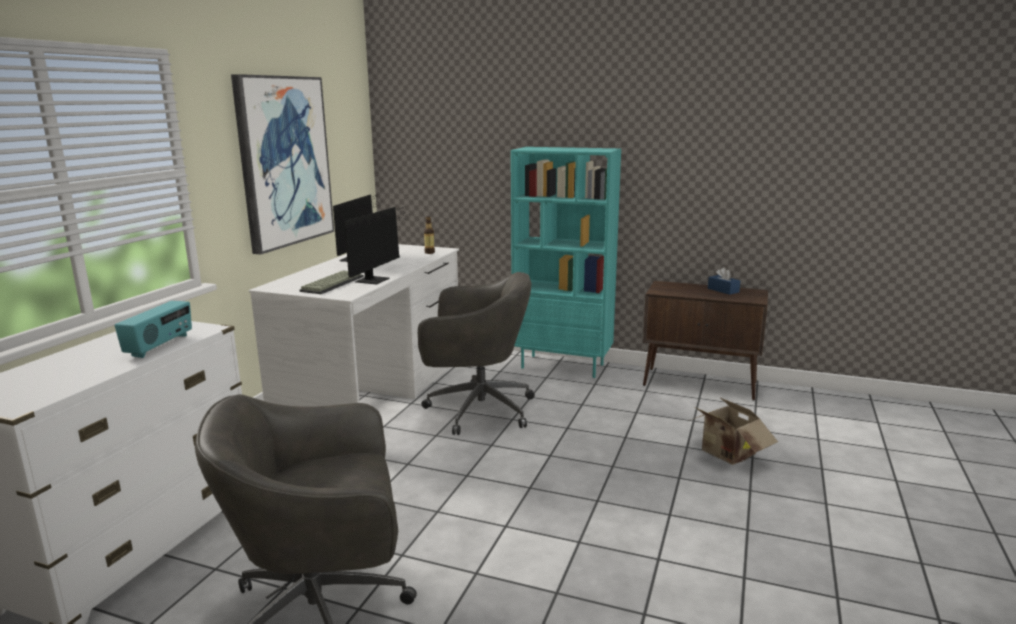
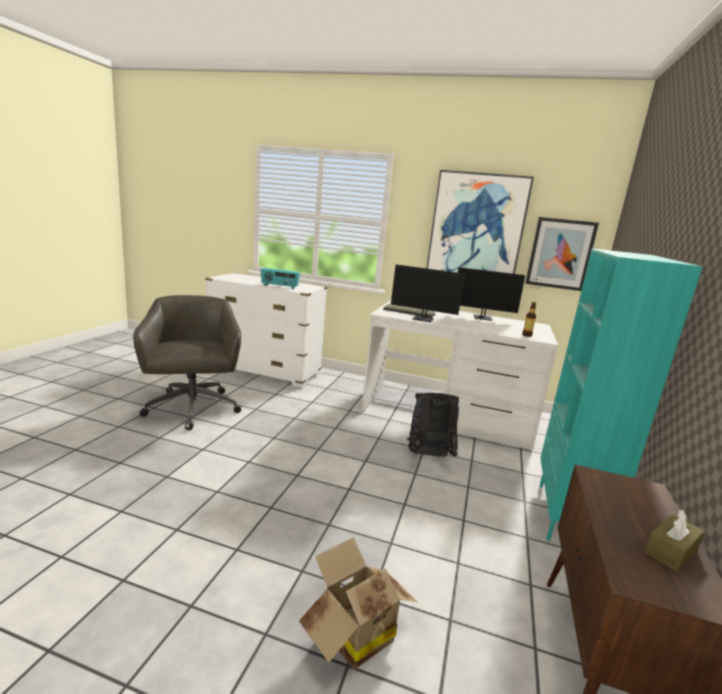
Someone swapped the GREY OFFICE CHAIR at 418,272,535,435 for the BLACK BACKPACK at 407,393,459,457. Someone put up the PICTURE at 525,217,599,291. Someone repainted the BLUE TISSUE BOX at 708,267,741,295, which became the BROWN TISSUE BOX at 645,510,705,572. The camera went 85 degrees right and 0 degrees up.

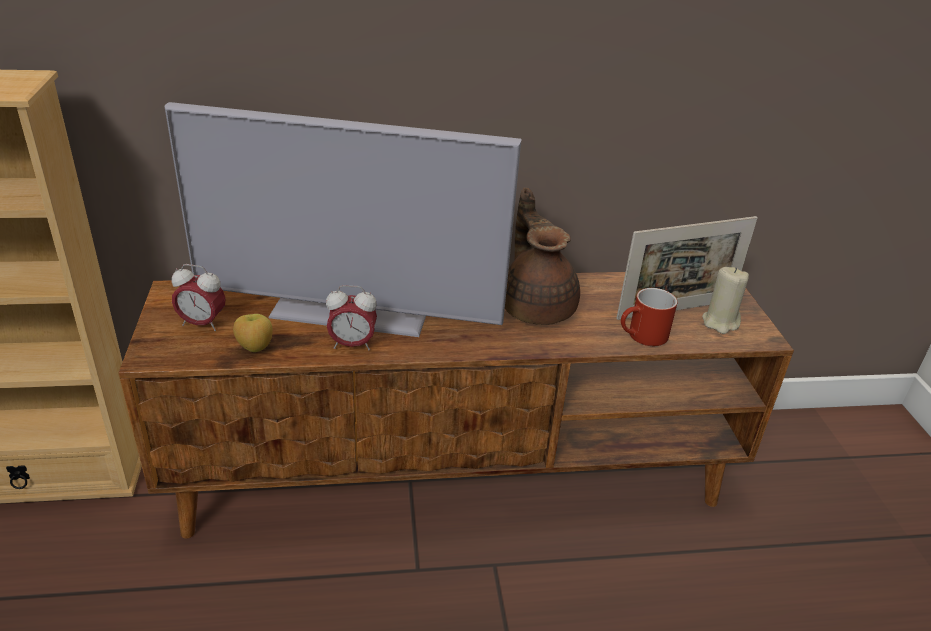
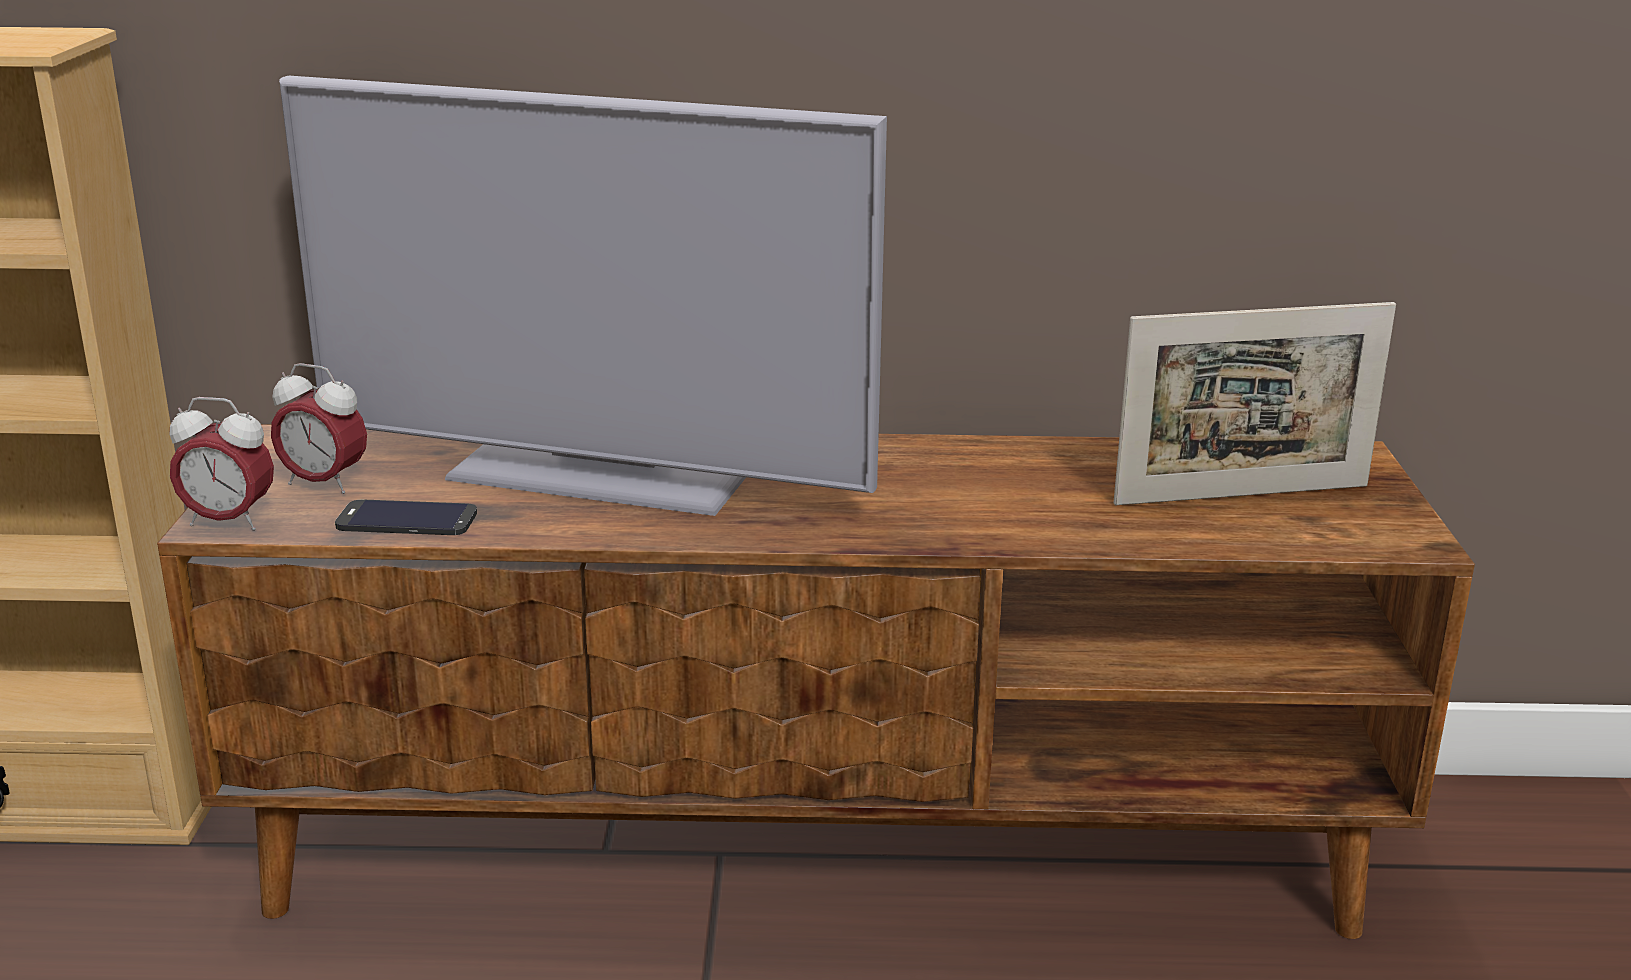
Someone carried the ALARM CLOCK from 326,285,377,351 to 169,397,274,531. Someone swapped the APPLE at 233,314,273,352 for the PHONE at 335,500,477,535. Someone took away the BROWN TEAPOT at 505,188,580,325. Someone took away the RED MUG at 621,288,677,346. Someone took away the BEIGE CANDLE at 702,267,749,334. The camera went 10 degrees right and 10 degrees down.

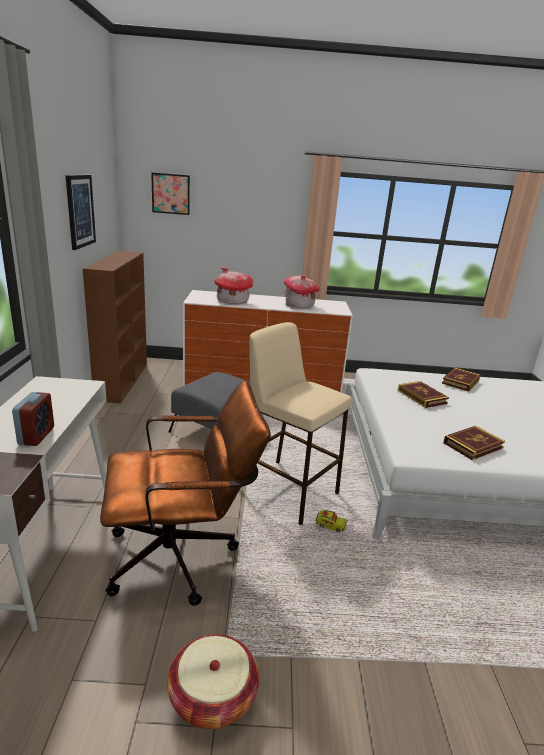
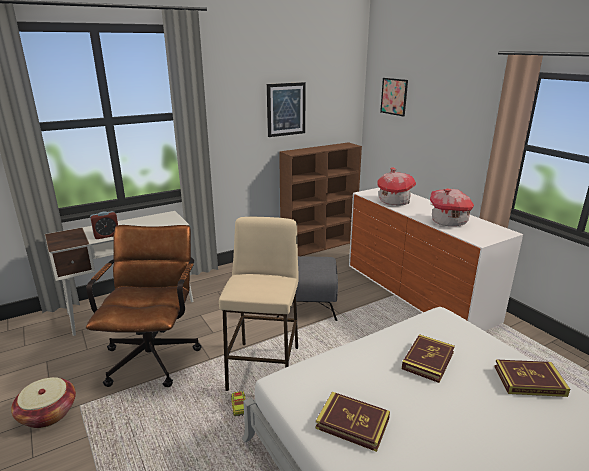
Someone rotated the BROWN OFFICE CHAIR at 100,380,271,606 by 135 degrees counterclockwise. The camera went 60 degrees right and 0 degrees up.

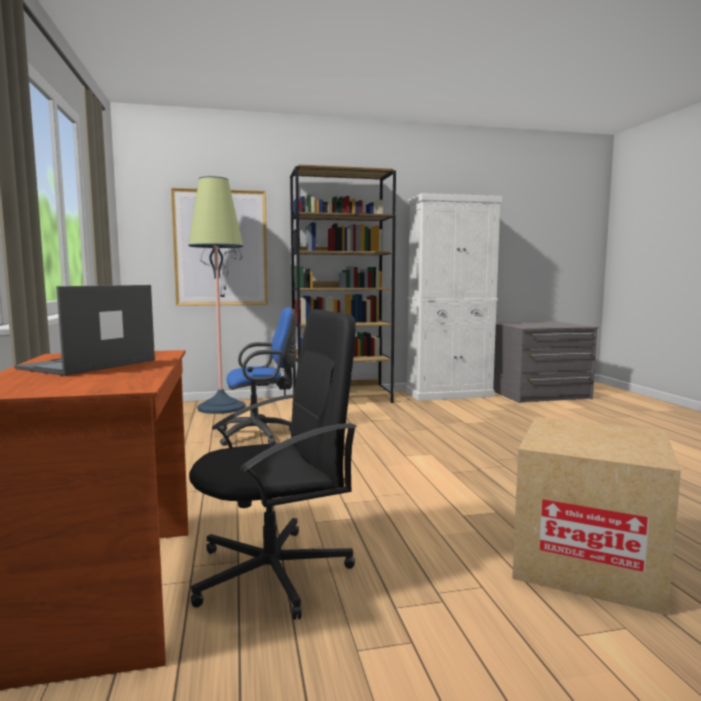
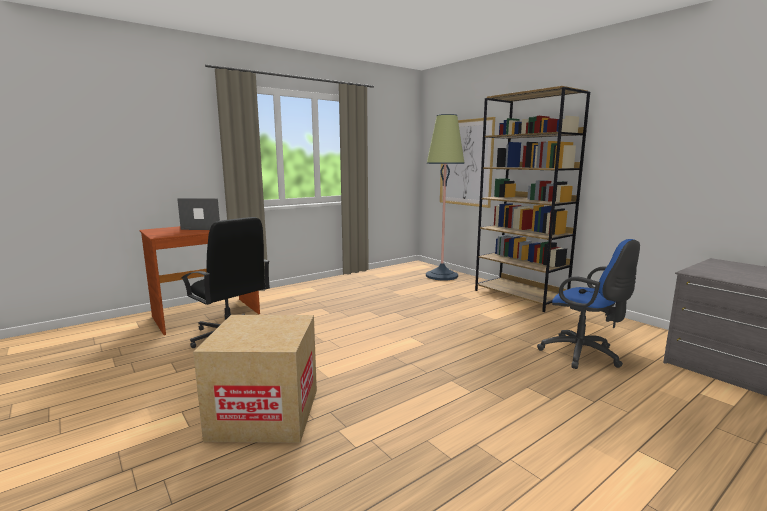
Someone carried the BLUE OFFICE CHAIR from 219,307,296,446 to 537,239,640,369. Someone took away the WHITE CABINET at 406,193,502,401. The camera went 65 degrees right and 5 degrees up.

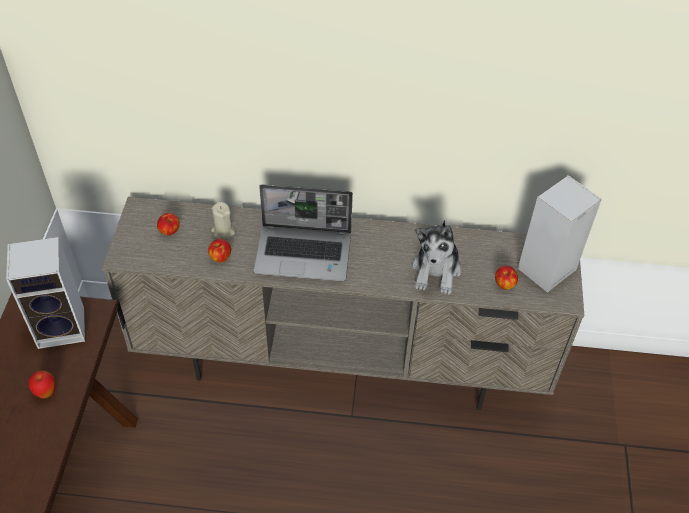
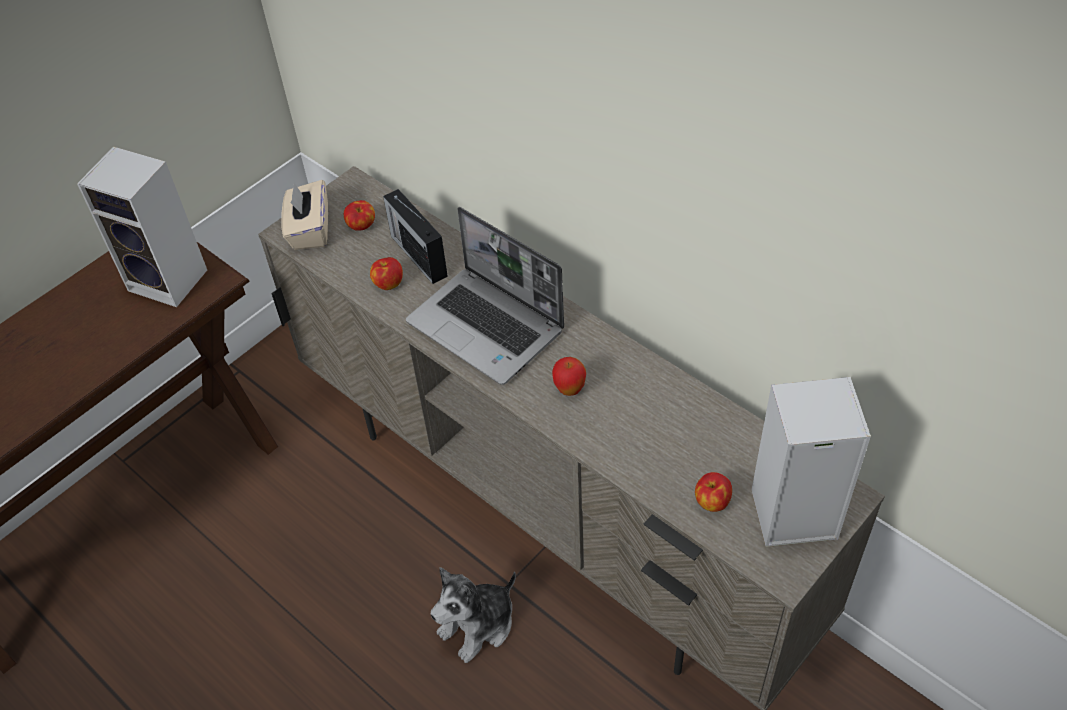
Someone put down the BEIGE TISSUE BOX at 281,180,328,250. Someone swapped the BEIGE CANDLE at 211,202,235,240 for the RADIO at 383,189,448,284. Someone carried the PLUSH TOY from 412,220,461,294 to 431,567,516,663. Someone carried the APPLE from 28,371,56,399 to 552,357,586,396. The camera went 40 degrees right and 0 degrees up.

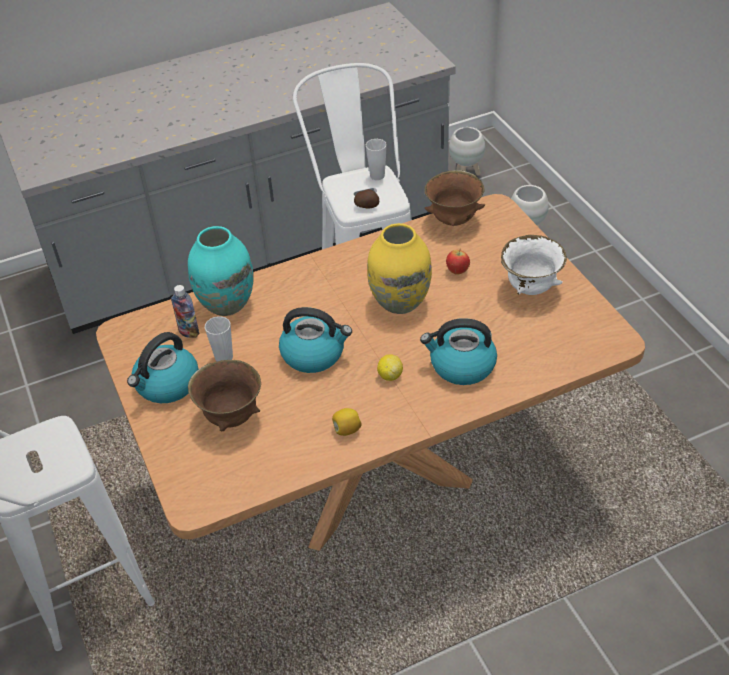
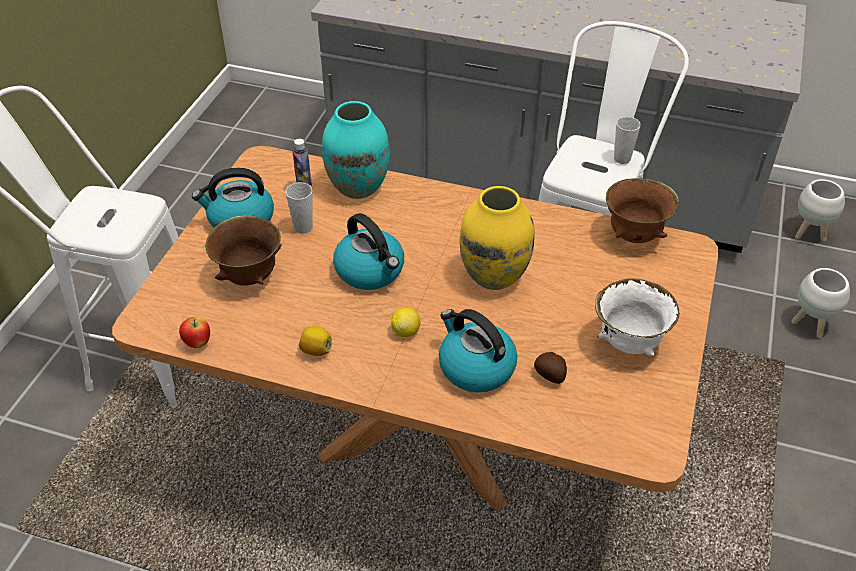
Someone carried the APPLE from 446,249,470,275 to 179,317,210,348. Someone carried the POTATO from 354,189,379,209 to 534,352,567,384. The camera went 40 degrees right and 0 degrees up.

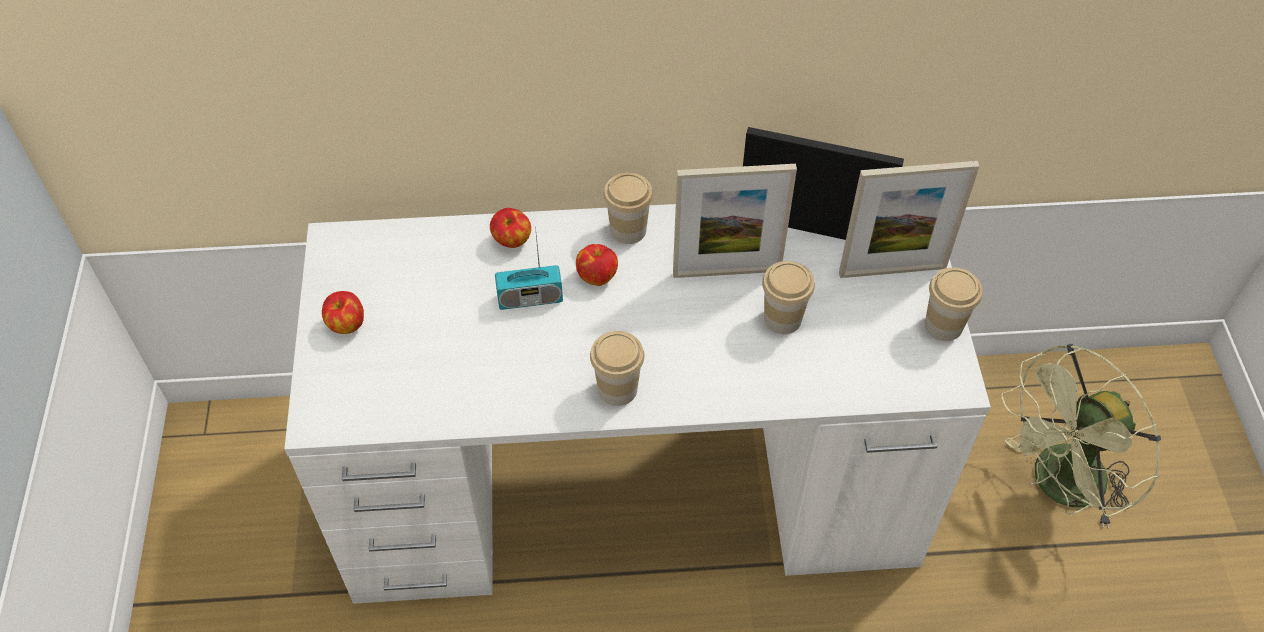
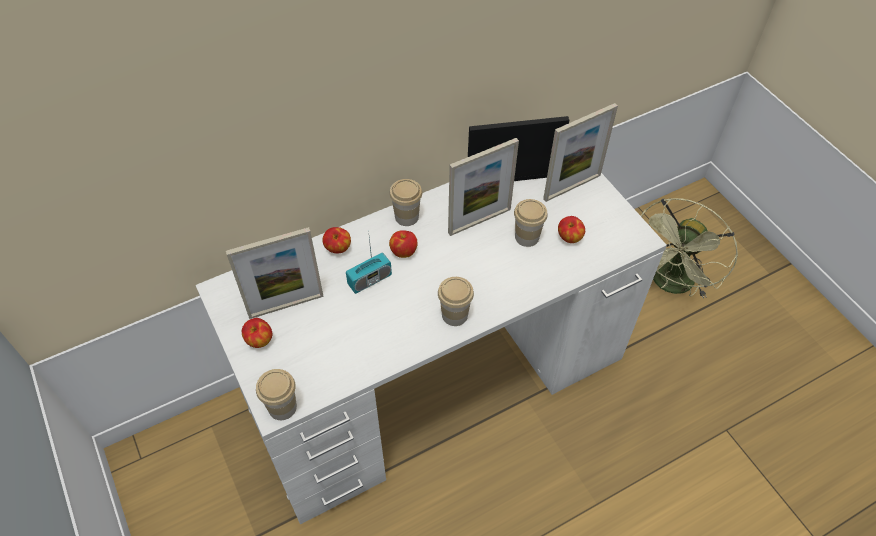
Someone put down the PICTURE FRAME at 226,227,324,319. Someone carried the CUP from 925,267,982,341 to 256,369,297,420. Someone put down the APPLE at 558,216,585,243. The camera went 25 degrees left and 0 degrees up.

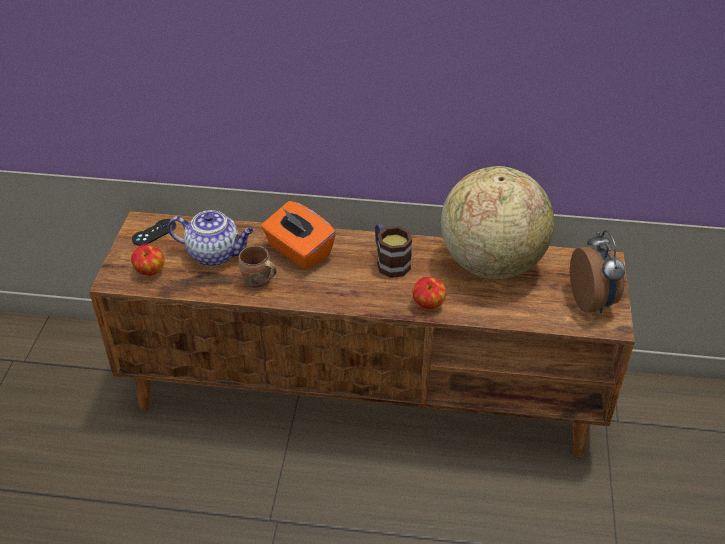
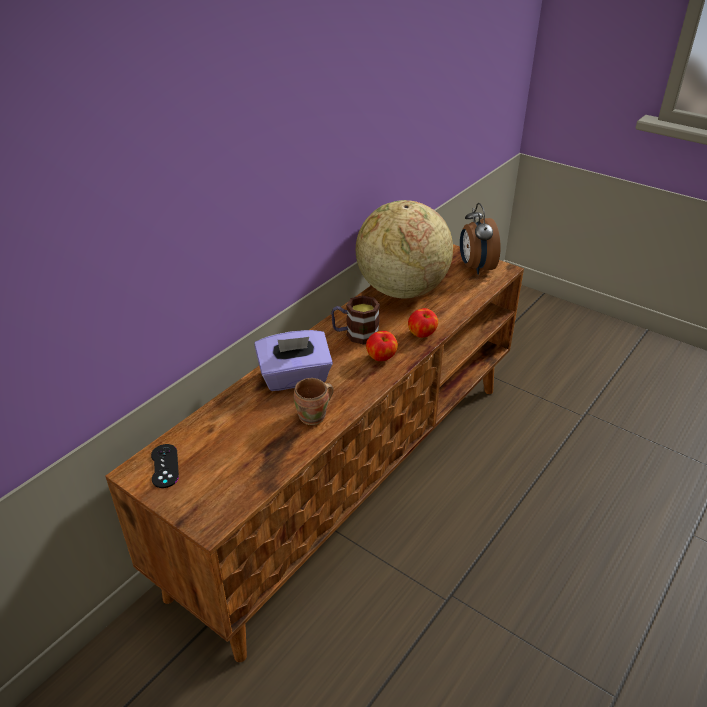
Someone repainted the ORANGE TISSUE BOX at 261,201,336,270, which became the PURPLE TISSUE BOX at 254,330,333,391. Someone carried the APPLE from 131,245,165,276 to 366,331,398,361. Someone rotated the ALARM CLOCK at 570,230,625,314 by 120 degrees counterclockwise. Someone took away the TEAPOT at 168,210,254,266. The camera went 60 degrees left and 5 degrees down.

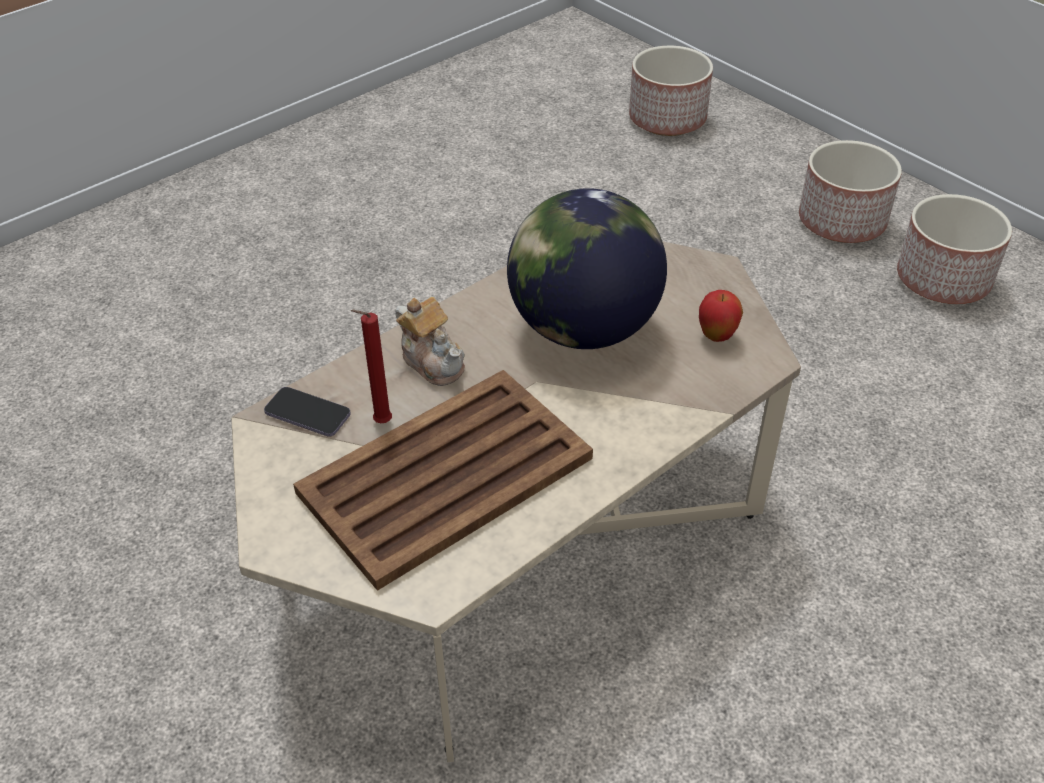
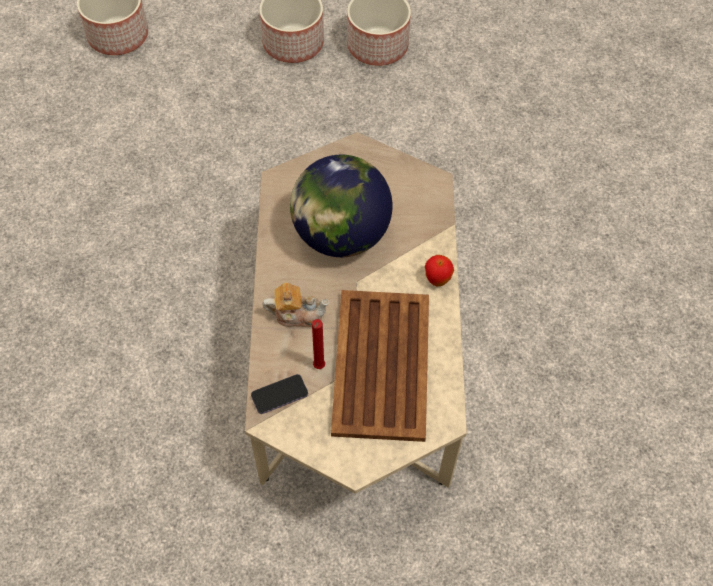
Someone carried the APPLE from 699,290,743,342 to 425,255,454,286. The camera went 50 degrees left and 15 degrees up.

